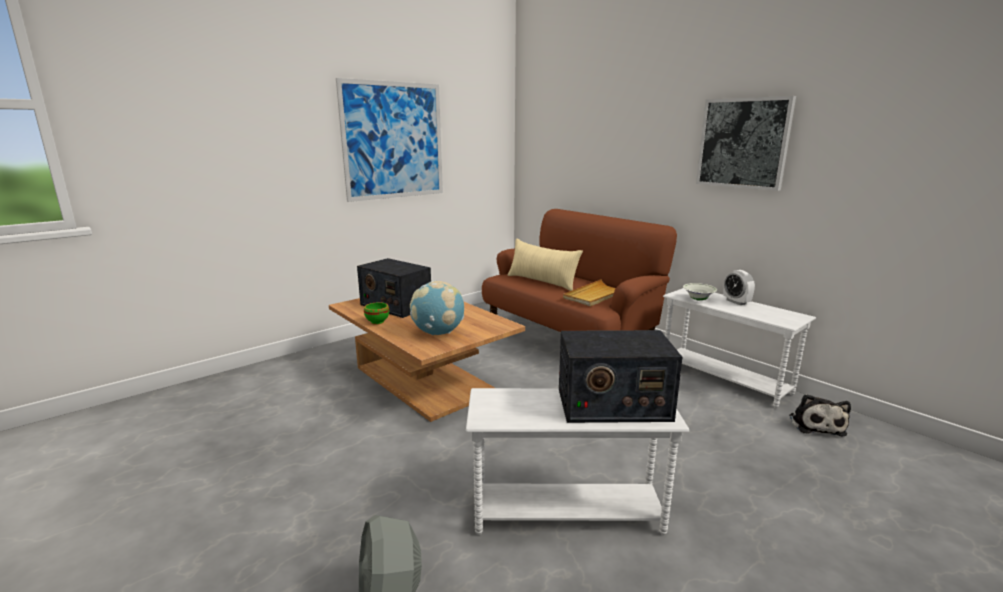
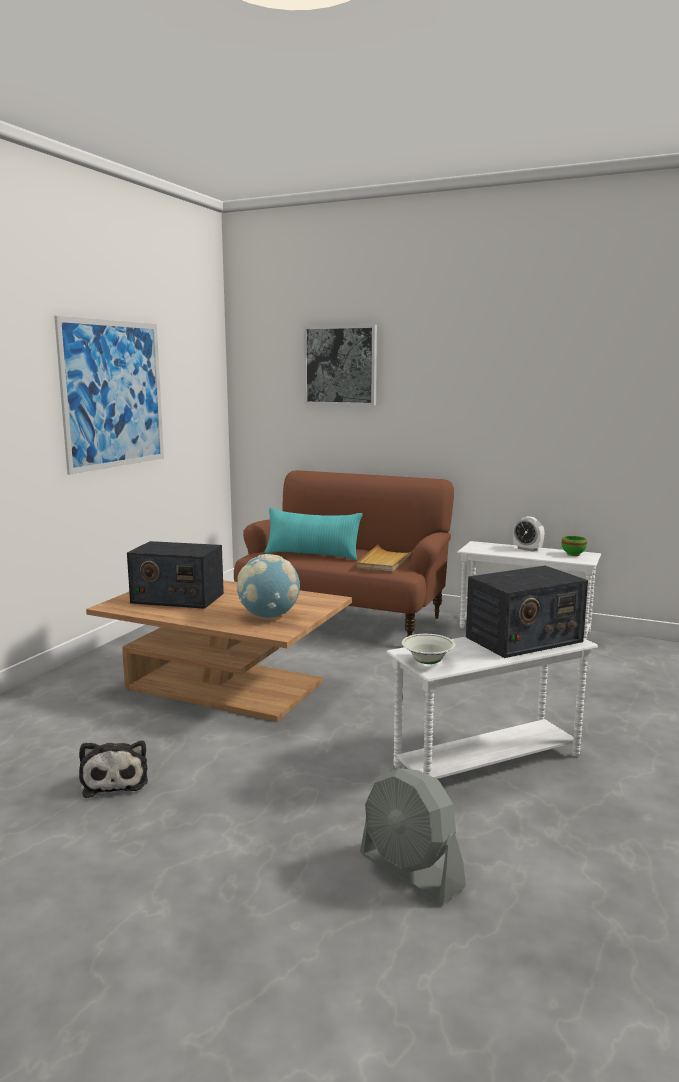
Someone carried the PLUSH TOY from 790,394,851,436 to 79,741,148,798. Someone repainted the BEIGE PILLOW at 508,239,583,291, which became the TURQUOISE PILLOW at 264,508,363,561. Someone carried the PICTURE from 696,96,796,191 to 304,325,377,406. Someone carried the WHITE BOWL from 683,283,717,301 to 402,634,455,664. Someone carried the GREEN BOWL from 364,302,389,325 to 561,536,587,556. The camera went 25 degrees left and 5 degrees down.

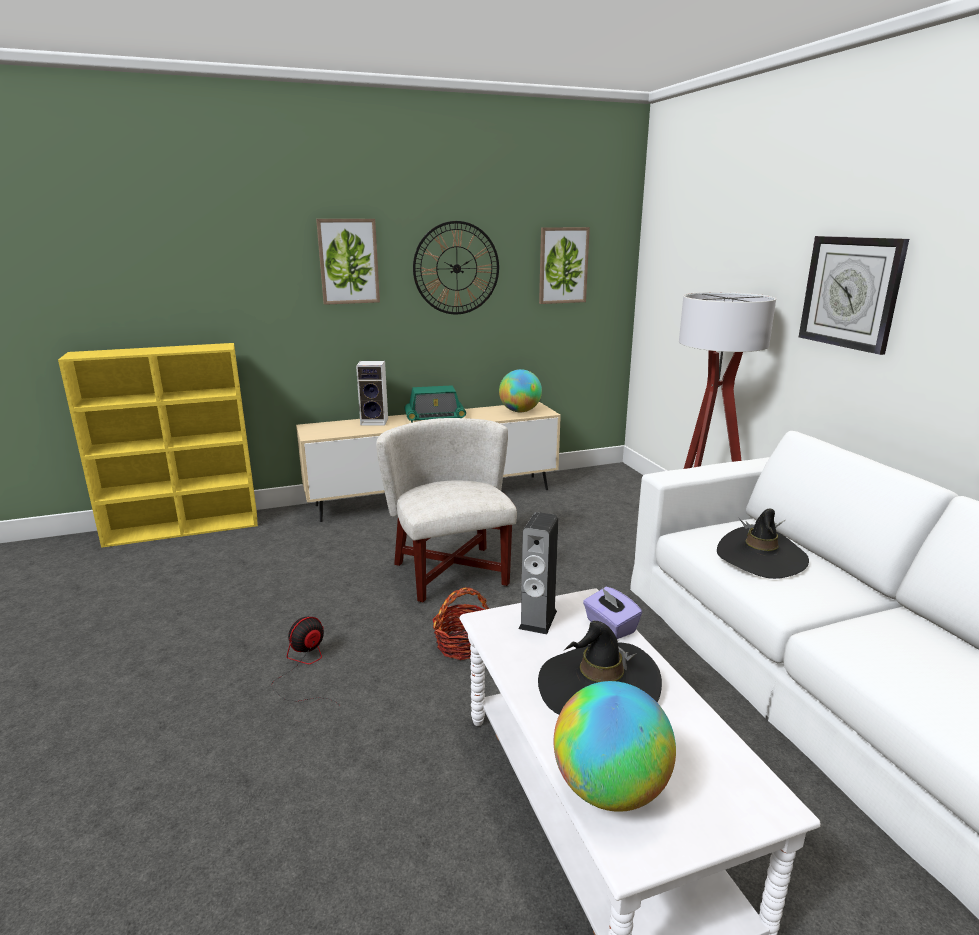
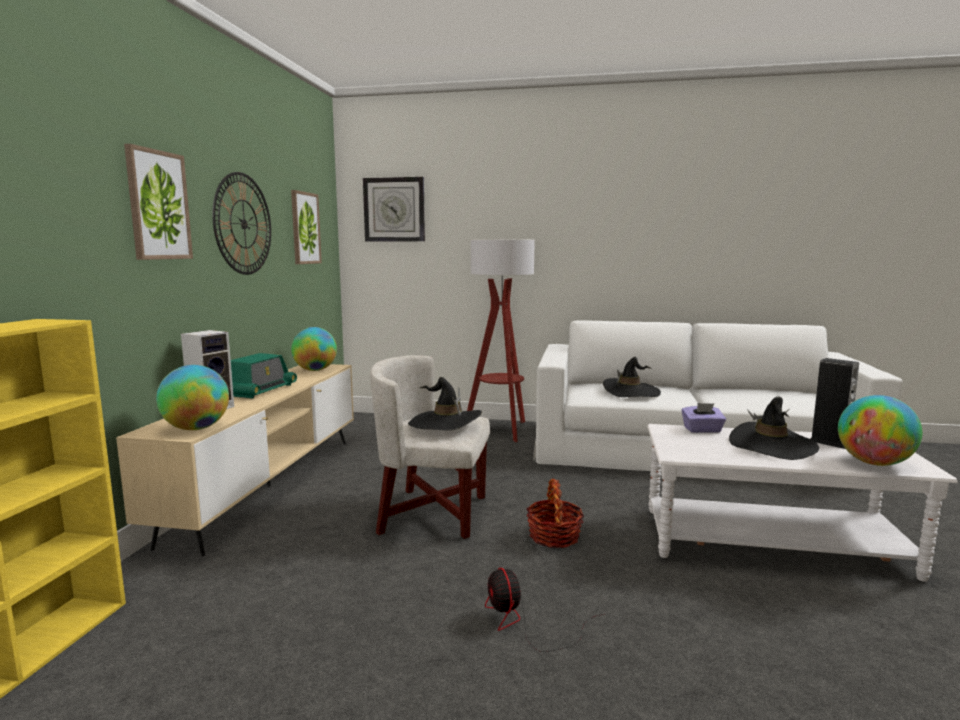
Someone put down the GLOBE at 156,365,229,430. Someone carried the WALL CLOCK from 799,236,909,355 to 363,177,425,242. Someone put down the BLACK HAT at 408,377,482,430. Someone carried the SPEAKER from 518,512,558,634 to 811,358,859,449. The camera went 60 degrees left and 10 degrees down.

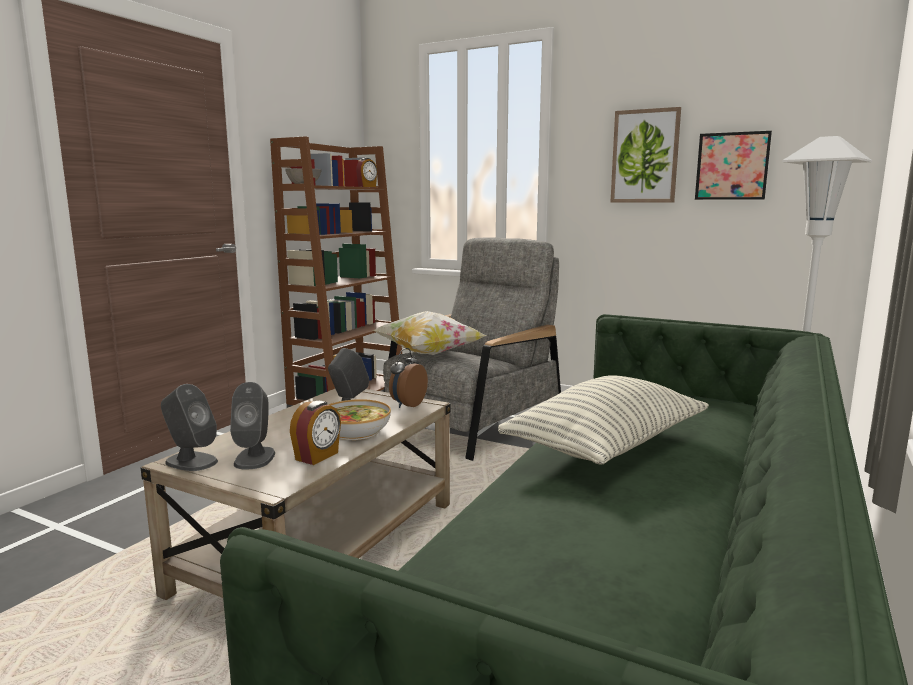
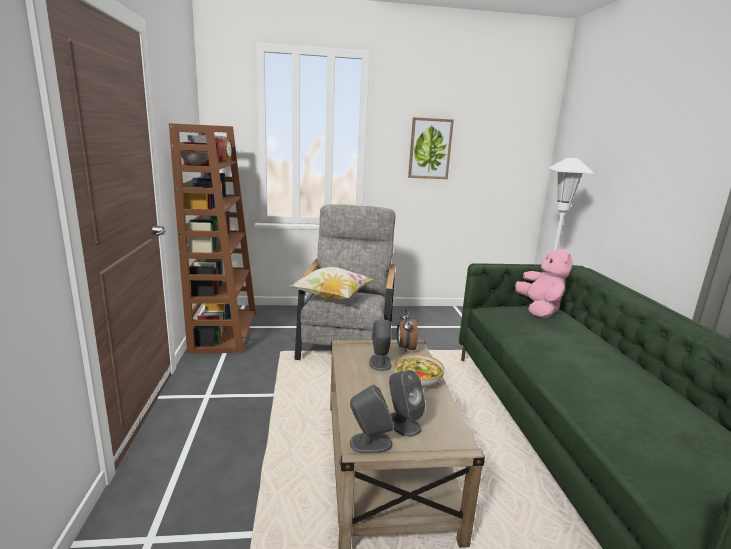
Someone put down the PINK PLUSH TOY at 515,247,572,318. Someone took away the ALARM CLOCK at 290,401,341,465. Someone took away the PILLOW at 498,375,709,465. Someone took away the PICTURE at 695,131,772,200. The camera went 35 degrees left and 5 degrees up.

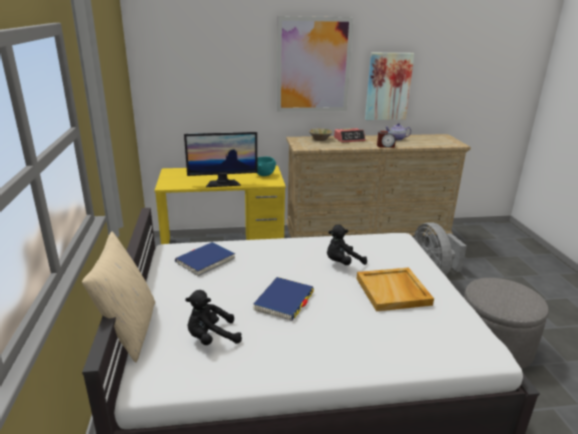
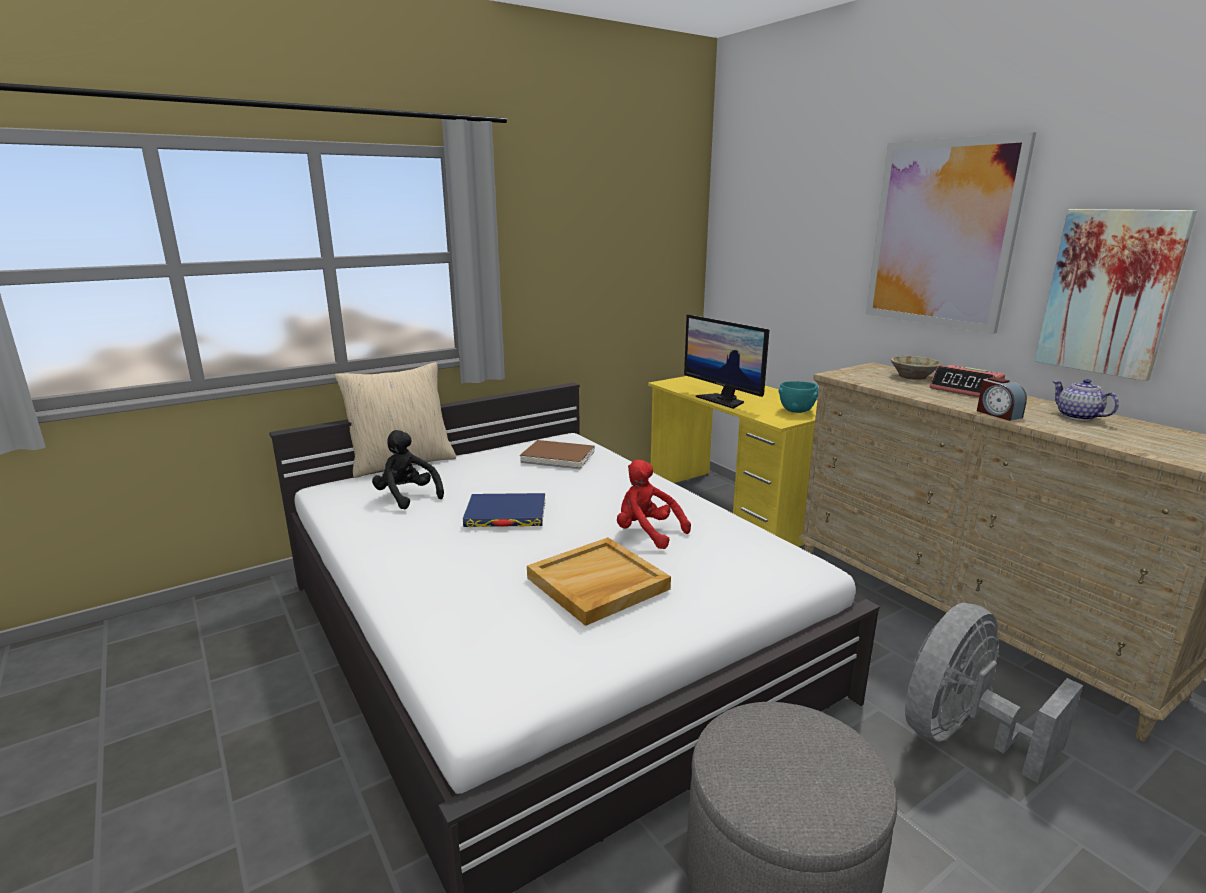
Someone repainted the BLUE BOOK at 175,242,235,276, which became the BROWN BOOK at 520,440,595,469. Someone repainted the BLACK PLUSH TOY at 327,224,367,265, which became the RED PLUSH TOY at 617,460,691,549. The camera went 65 degrees right and 5 degrees down.

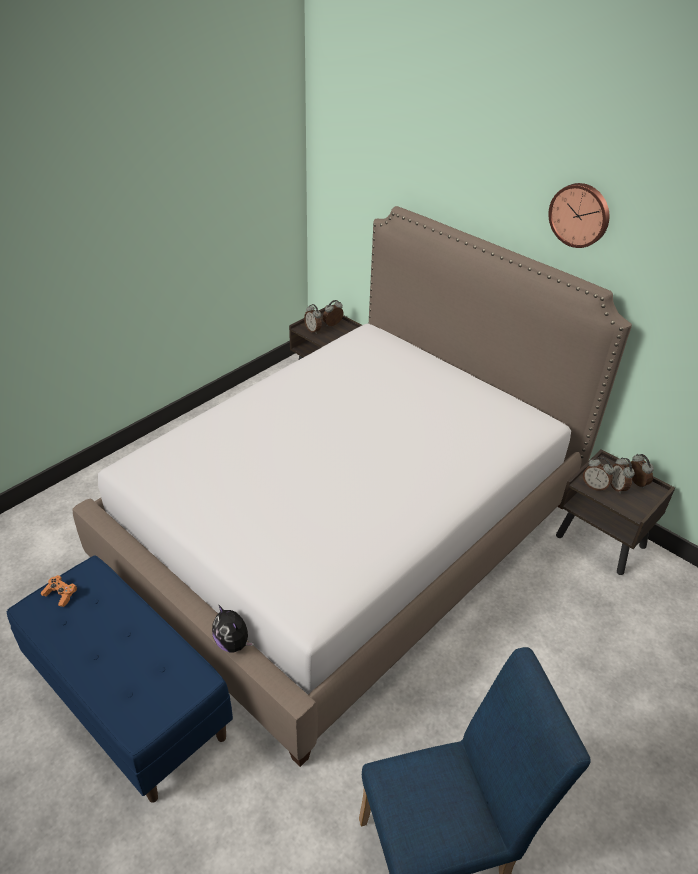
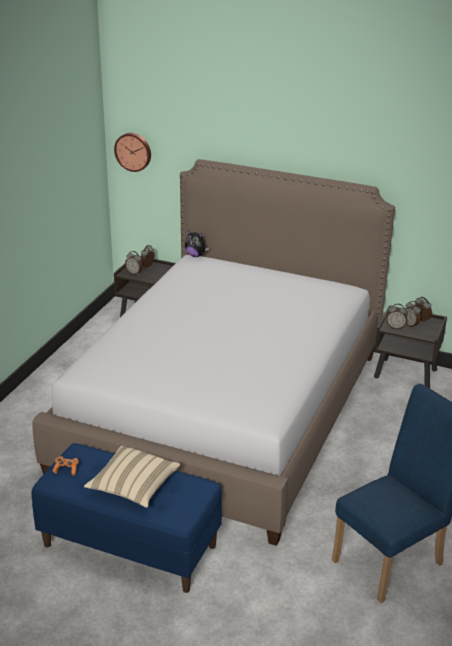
Someone put down the BEIGE PILLOW at 84,446,180,508. Someone carried the WALL CLOCK from 548,183,609,248 to 114,133,151,172. Someone carried the PLUSH TOY from 212,605,254,652 to 185,230,209,257. The camera went 20 degrees left and 10 degrees down.

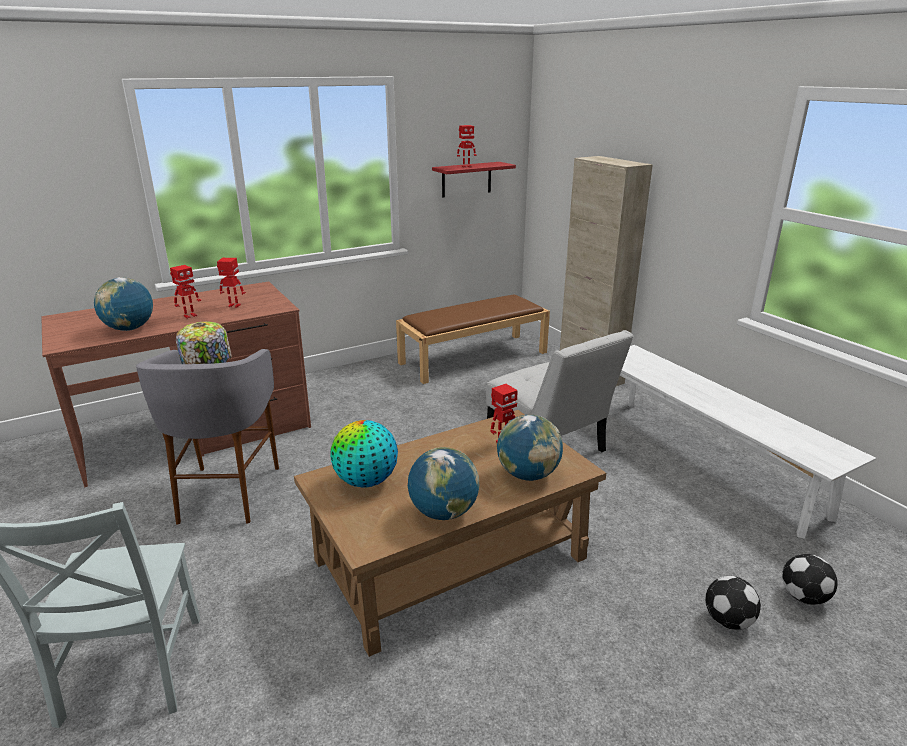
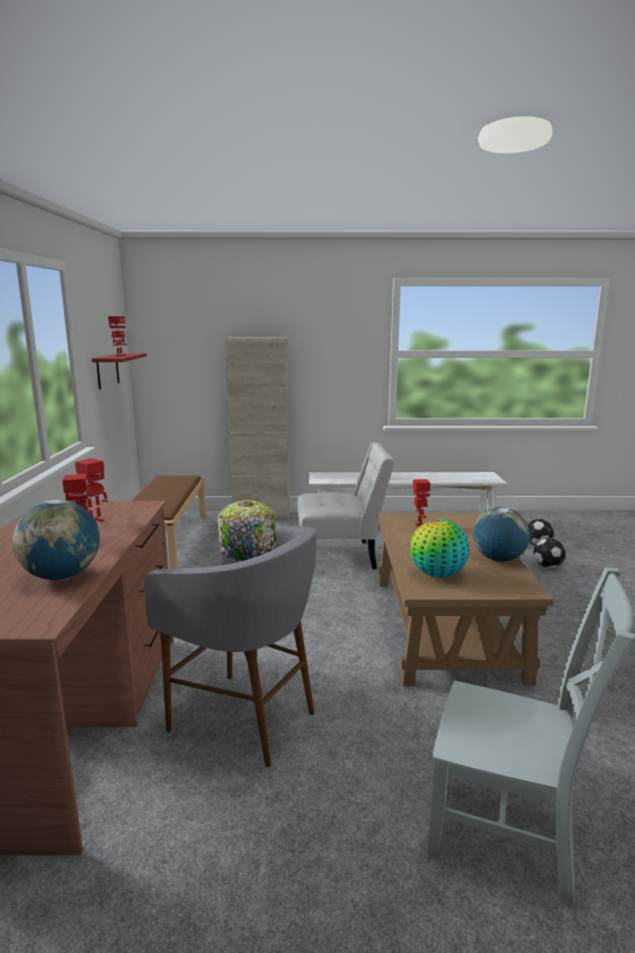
Someone took away the GLOBE at 497,415,563,481. The camera went 60 degrees left and 10 degrees down.

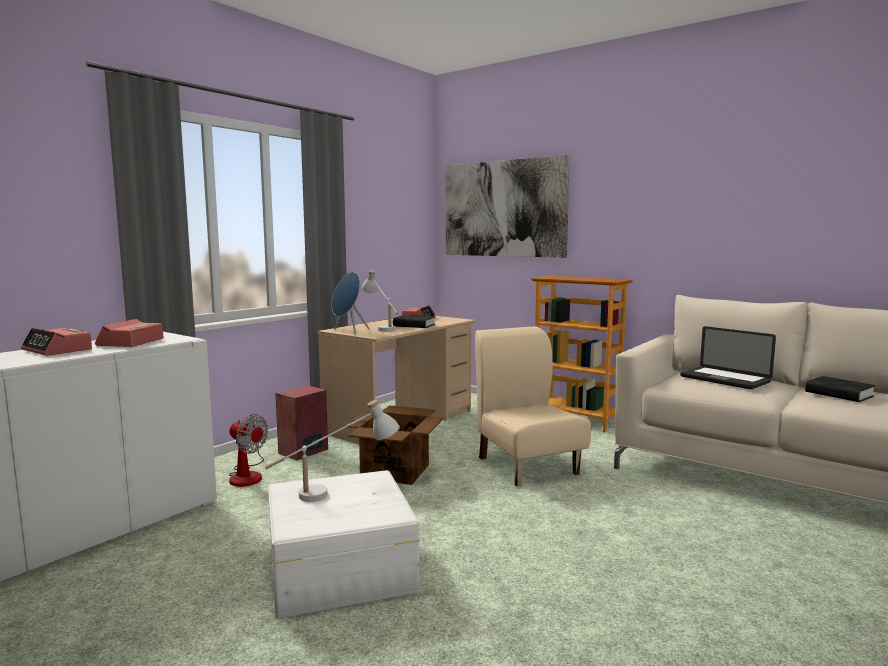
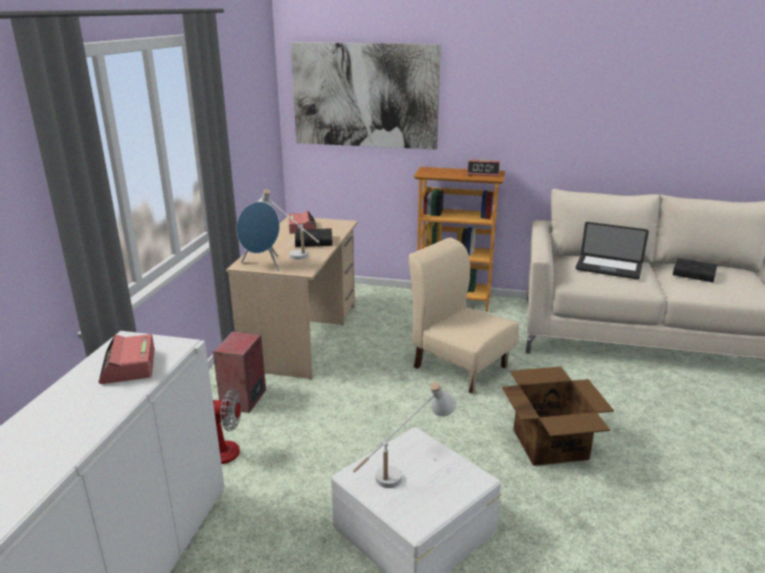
Someone carried the ALARM CLOCK from 21,328,92,356 to 467,159,500,176. Someone carried the CARDBOARD BOX from 344,406,443,485 to 502,366,614,466. The camera went 25 degrees left and 15 degrees up.

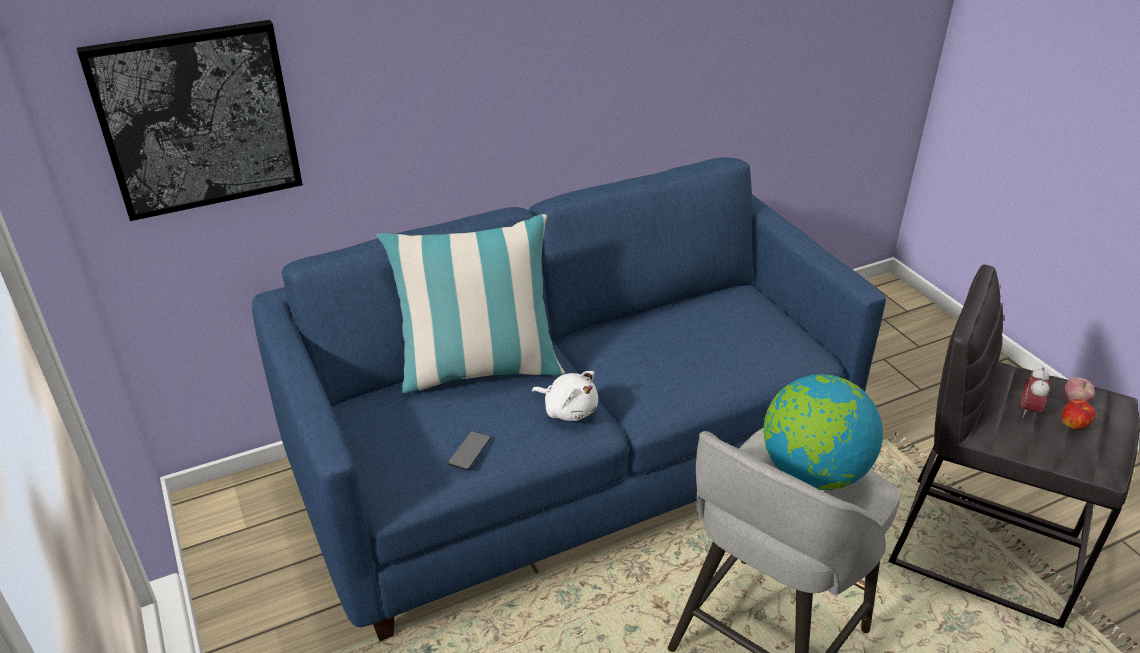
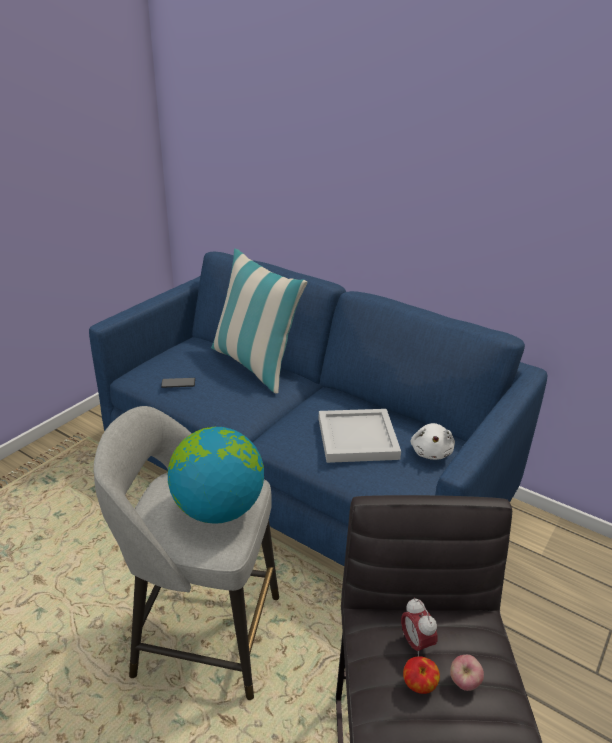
Someone put down the WHITE TRAY at 318,409,401,463. Someone rotated the ALARM CLOCK at 1021,367,1050,417 by 105 degrees counterclockwise. Someone carried the WHITE PLUSH TOY from 532,371,598,421 to 411,423,455,460. Someone took away the PICTURE at 77,20,303,221. The camera went 60 degrees right and 5 degrees down.

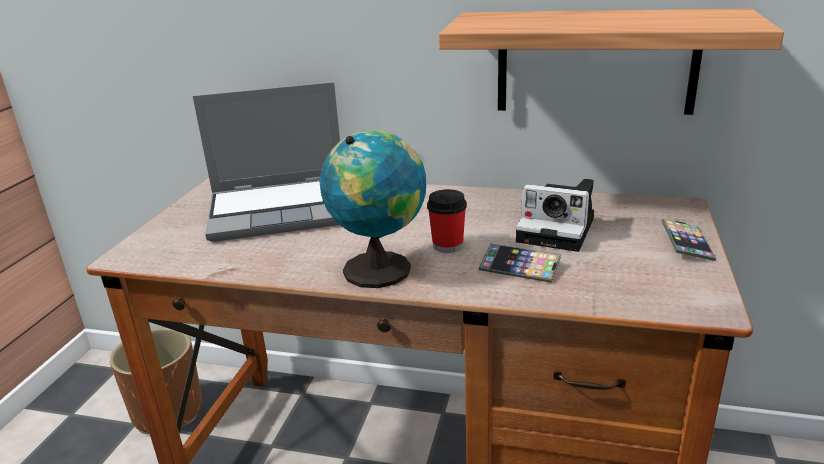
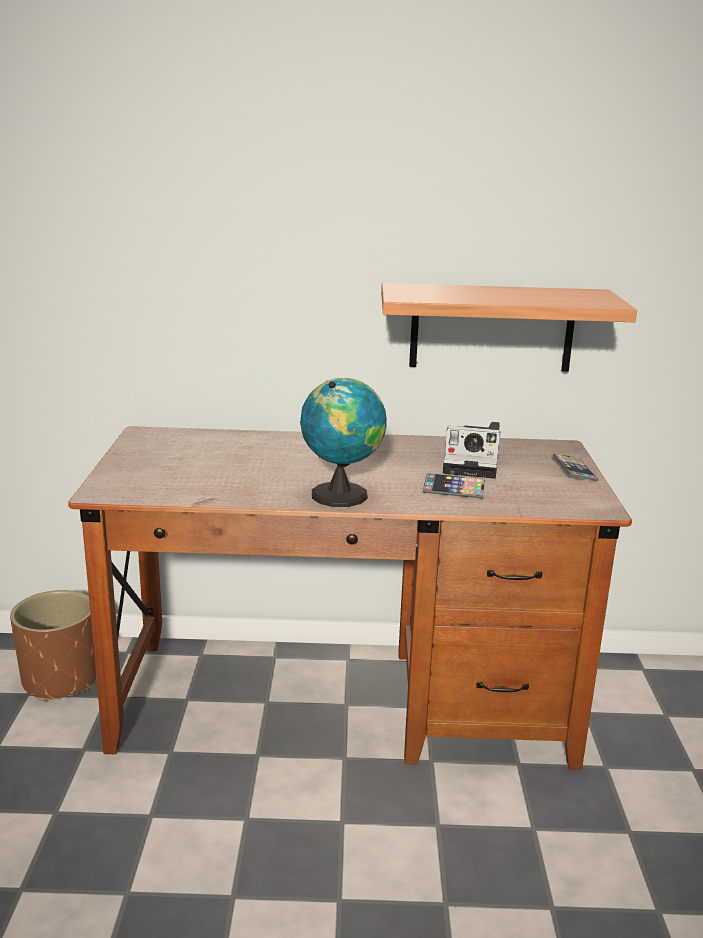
Someone took away the LAPTOP at 193,82,340,242. Someone took away the CUP at 427,189,467,253. The camera went 15 degrees left and 5 degrees down.

